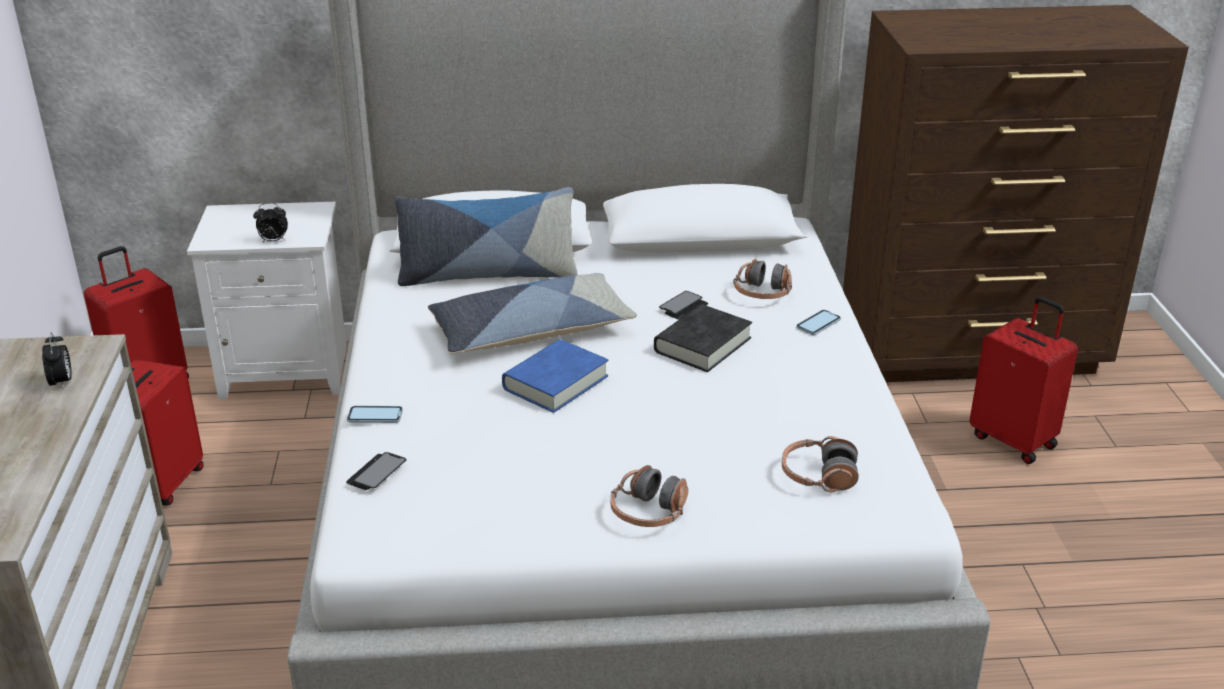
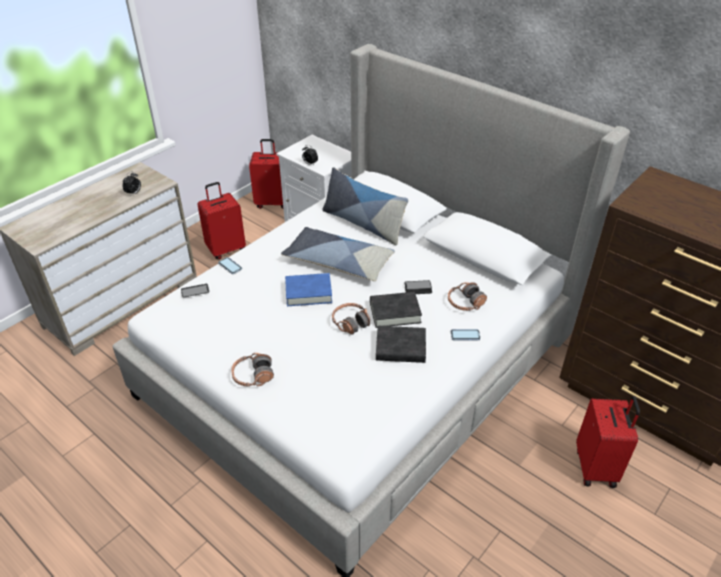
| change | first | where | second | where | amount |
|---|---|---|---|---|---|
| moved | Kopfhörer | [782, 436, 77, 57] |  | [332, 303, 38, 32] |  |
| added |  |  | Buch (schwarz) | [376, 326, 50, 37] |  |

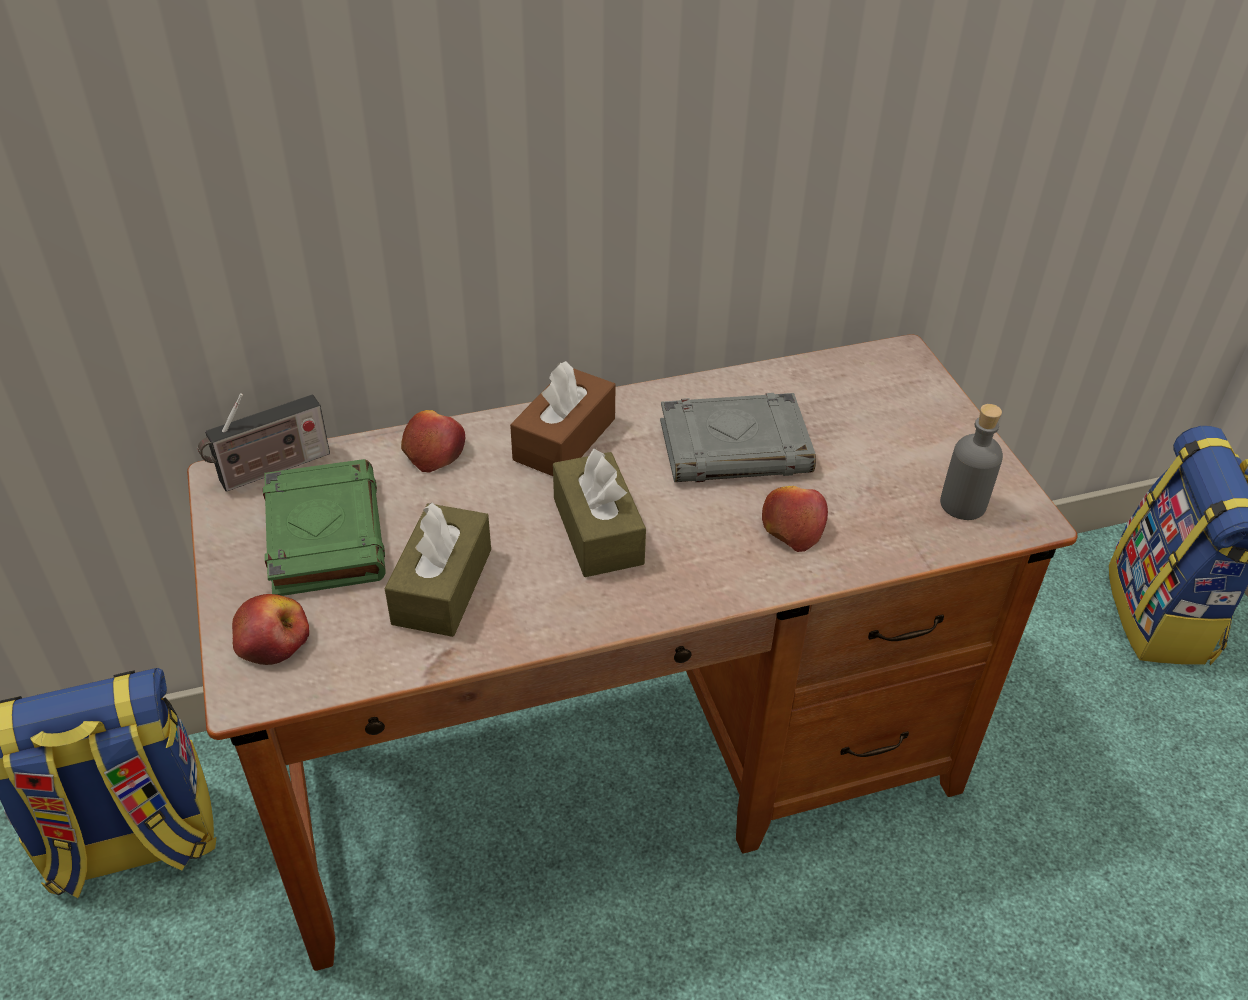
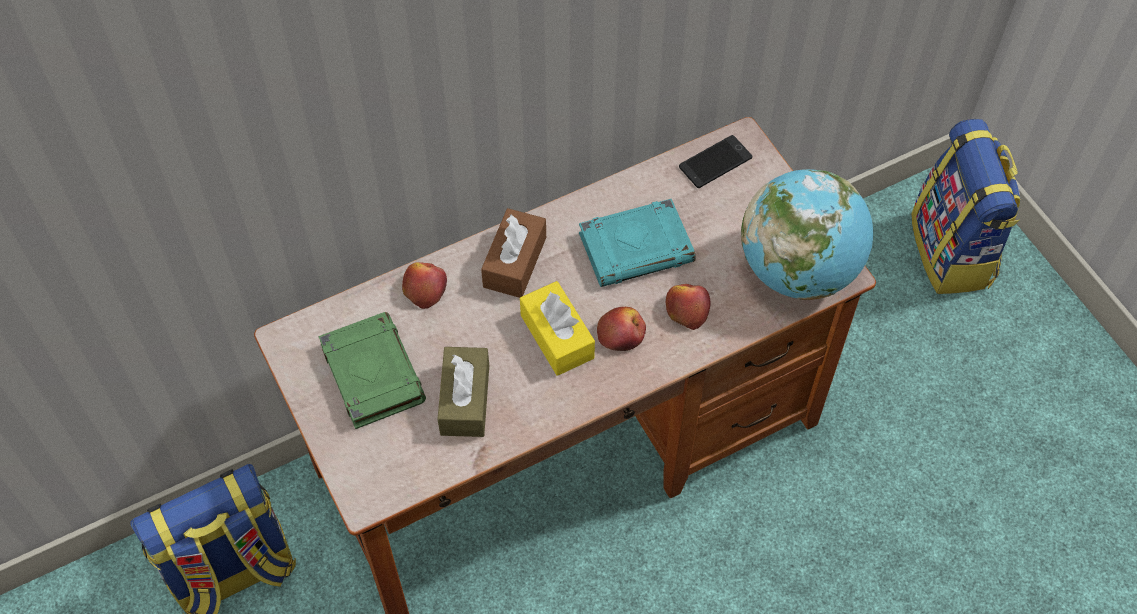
| change | first | where | second | where | amount |
|---|---|---|---|---|---|
| removed | Radio | [198, 393, 132, 99] |  |  |  |
| moved | Apfel | [232, 594, 77, 71] |  | [597, 307, 49, 44] |  |
| recoloured | Taschentuchbox (braun) | [553, 448, 93, 129] | Taschentuchbox (gelb) | [520, 281, 75, 95] |  |
| recoloured | Buch (grau) | [660, 393, 156, 89] | Buch (türkis) | [579, 199, 117, 88] |  |
| replaced | Flasche (grau) | [940, 404, 63, 116] | Globus | [741, 169, 132, 131] |  |
| added |  |  | Handy | [679, 135, 73, 53] |  |

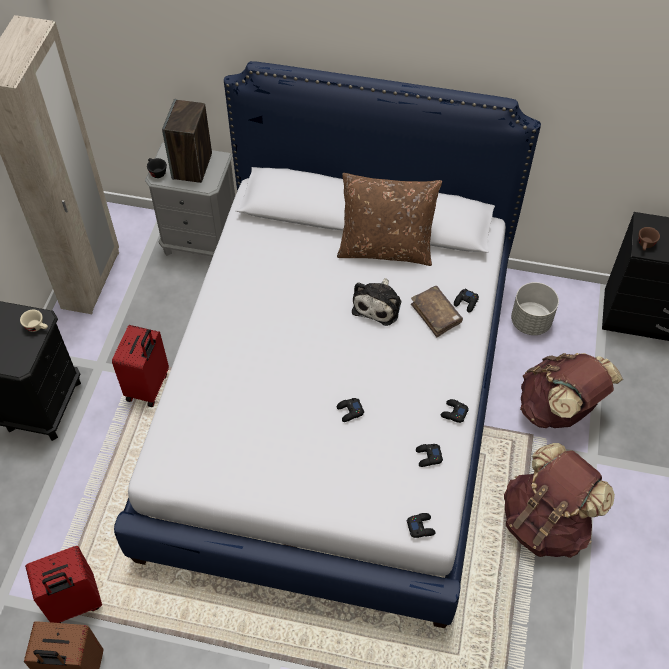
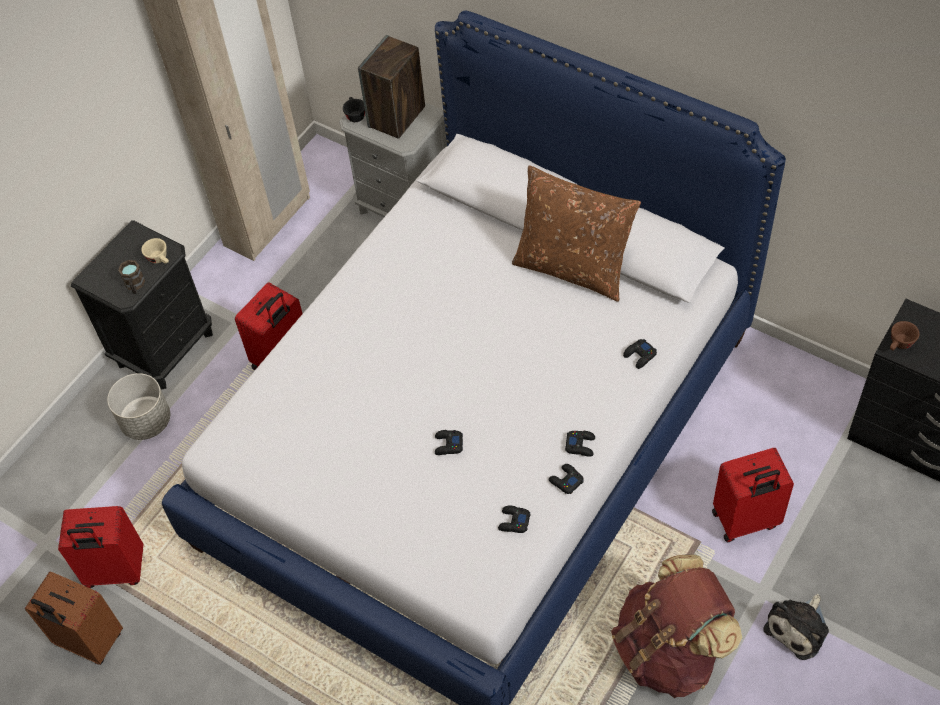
| change | first | where | second | where | amount |
|---|---|---|---|---|---|
| moved | Plüschtier | [352, 278, 49, 48] |  | [763, 594, 66, 66] |  |
| moved | Gamepad (schwarz) | [407, 513, 28, 25] |  | [565, 431, 30, 26] |  |
| removed | Buch (braun) | [411, 286, 52, 51] |  |  |  |
| moved | Pflanzkübel (grau) | [511, 282, 48, 53] |  | [107, 373, 63, 67] |  |
| replaced | Rucksack (braun) | [520, 353, 103, 75] | Koffer (rot) | [712, 448, 82, 94] |  |
| added |  |  | Henkelbecher (braun) | [118, 260, 27, 34] |  |

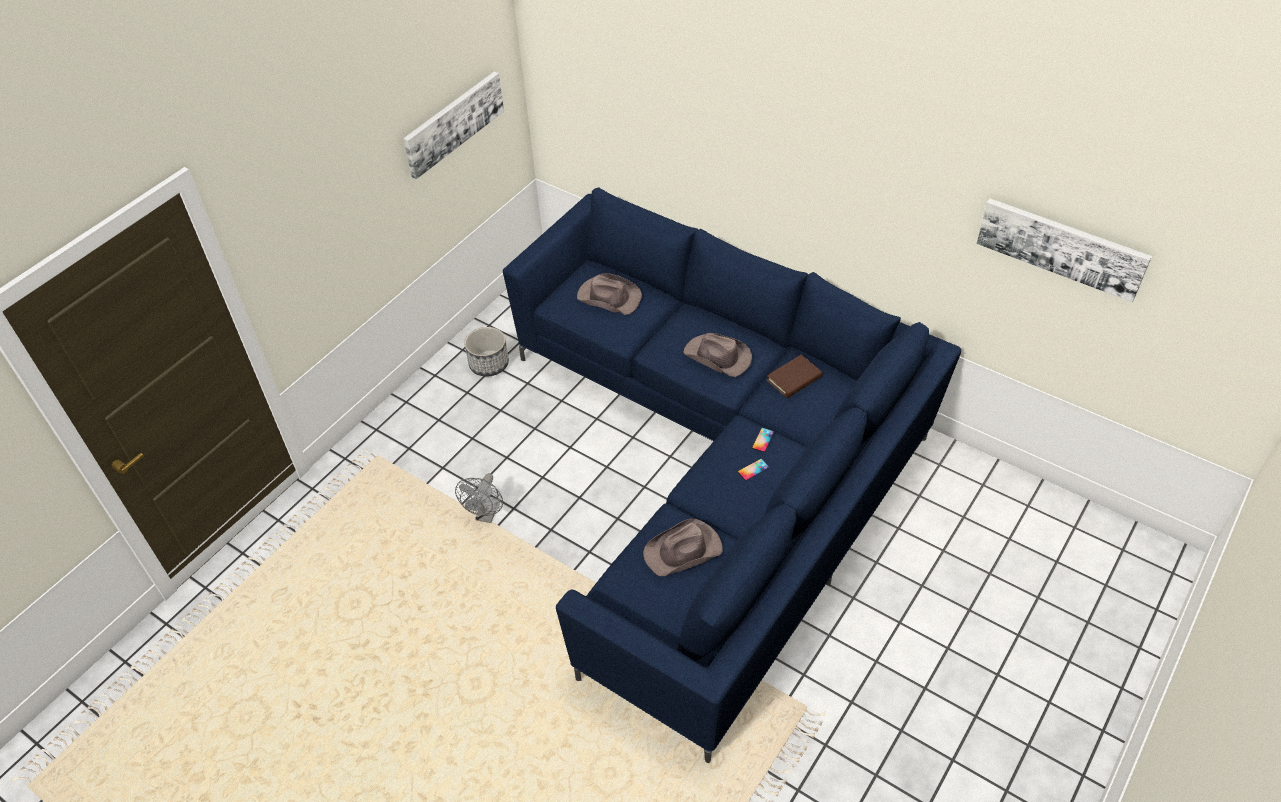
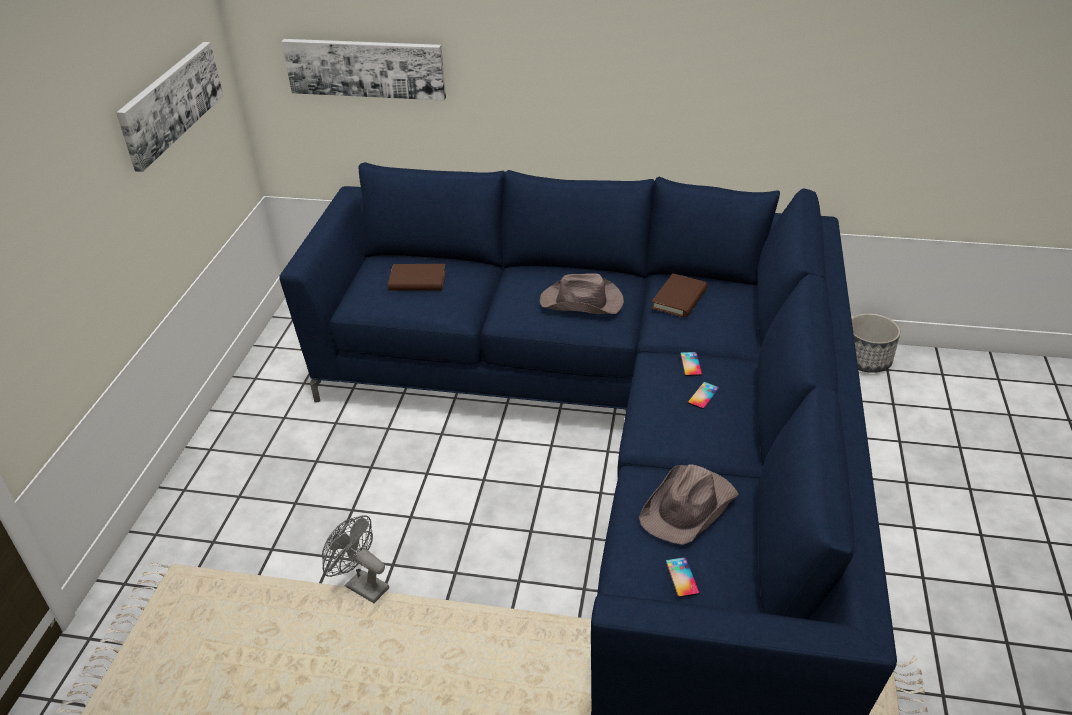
| change | first | where | second | where | amount |
|---|---|---|---|---|---|
| turned | Ventilator (grau) | [455, 473, 48, 50] |  | [322, 515, 67, 88] | 135 degrees clockwise |
| moved | Pflanzkübel | [464, 327, 45, 50] |  | [851, 313, 50, 60] |  |
| replaced | Hut (braun) | [577, 273, 65, 42] | Buch (braun) | [388, 264, 58, 27] |  |
| moved | Bild | [976, 199, 176, 103] |  | [282, 39, 164, 62] |  |
| added |  |  | Handy | [665, 557, 34, 40] |  |

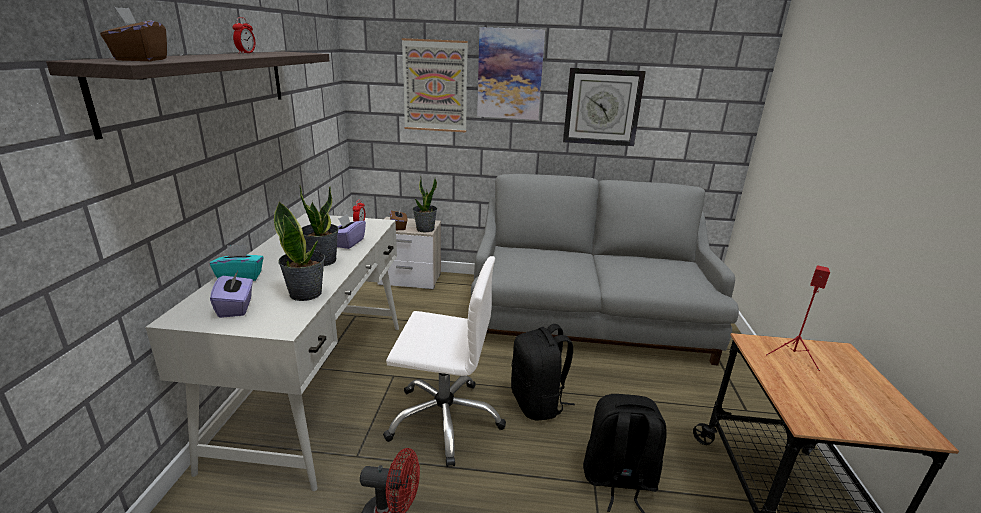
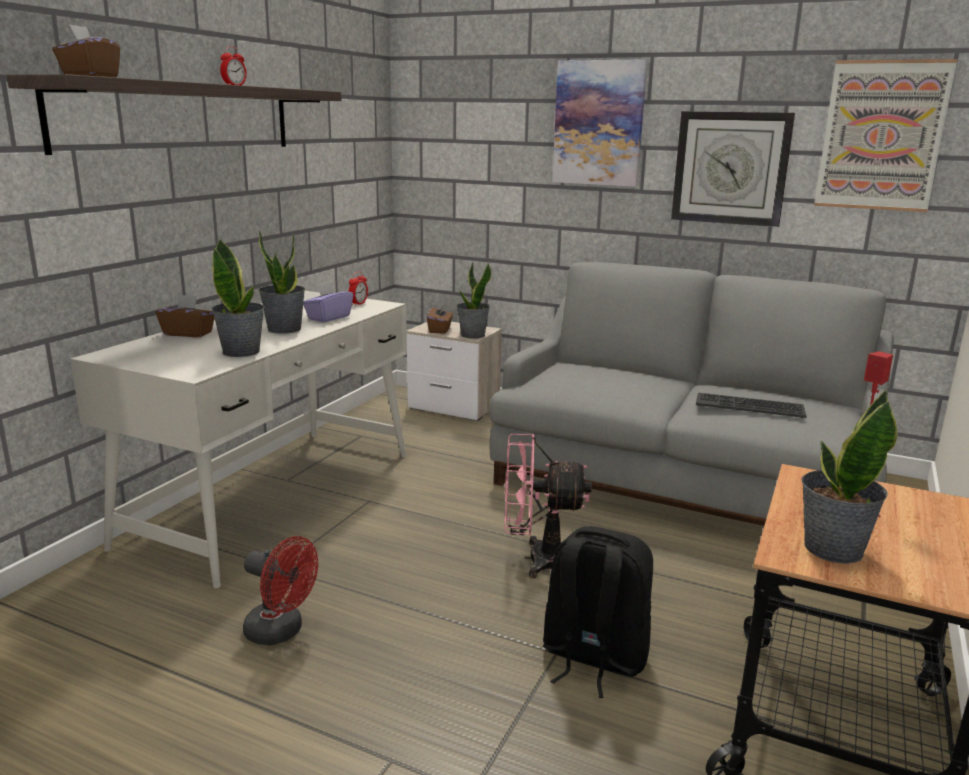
| change | first | where | second | where | amount |
|---|---|---|---|---|---|
| recoloured | Taschentuchbox (türkis) | [210, 245, 54, 36] | Taschentuchbox (braun) | [156, 294, 59, 43] |  |
| removed | Taschentuchbox (lila) | [210, 271, 43, 47] |  |  |  |
| removed | Bürostuhl (weiß) | [383, 256, 123, 211] |  |  |  |
| moved | Bild | [402, 38, 66, 94] |  | [814, 59, 143, 153] |  |
| replaced | Rucksack (schwarz) | [511, 324, 64, 97] | Ventilator (rosa) | [505, 434, 87, 144] |  |
| added |  |  | Tastatur | [696, 393, 111, 25] |  |
| added |  |  | Topfpflanze | [801, 390, 97, 174] |  |

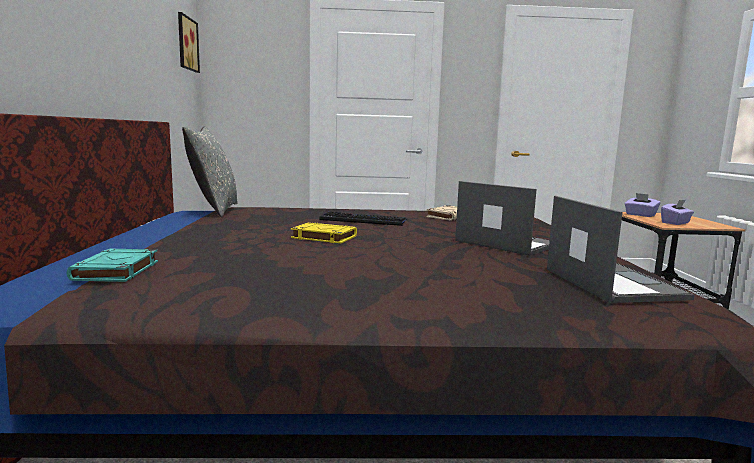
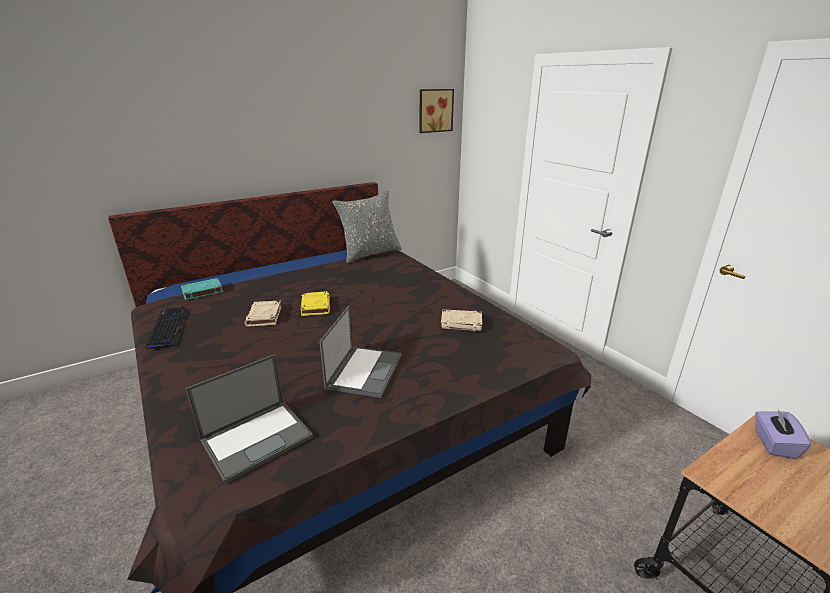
| change | first | where | second | where | amount |
|---|---|---|---|---|---|
| moved | Tastatur | [319, 211, 88, 15] |  | [145, 307, 42, 43] |  |
| removed | Taschentuchbox (lila) | [661, 200, 33, 25] |  |  |  |
| added |  |  | Buch (beige) | [245, 301, 37, 26] |  |

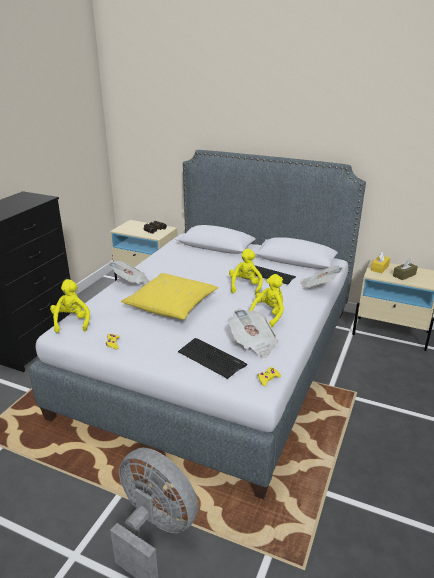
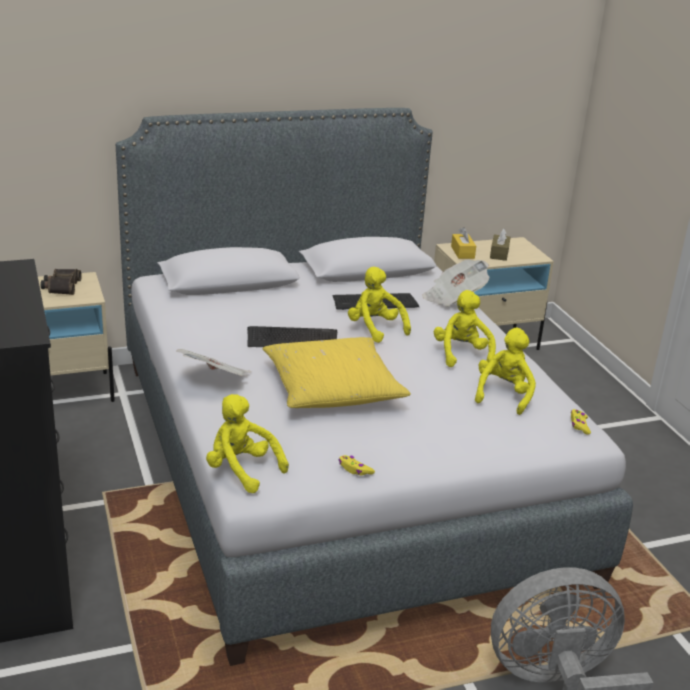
| change | first | where | second | where | amount |
|---|---|---|---|---|---|
| moved | Tastatur | [178, 338, 69, 41] |  | [247, 326, 90, 21] |  |
| replaced | Zeitung | [229, 309, 50, 49] | Plüschtier (gelb) | [475, 327, 61, 88] |  |

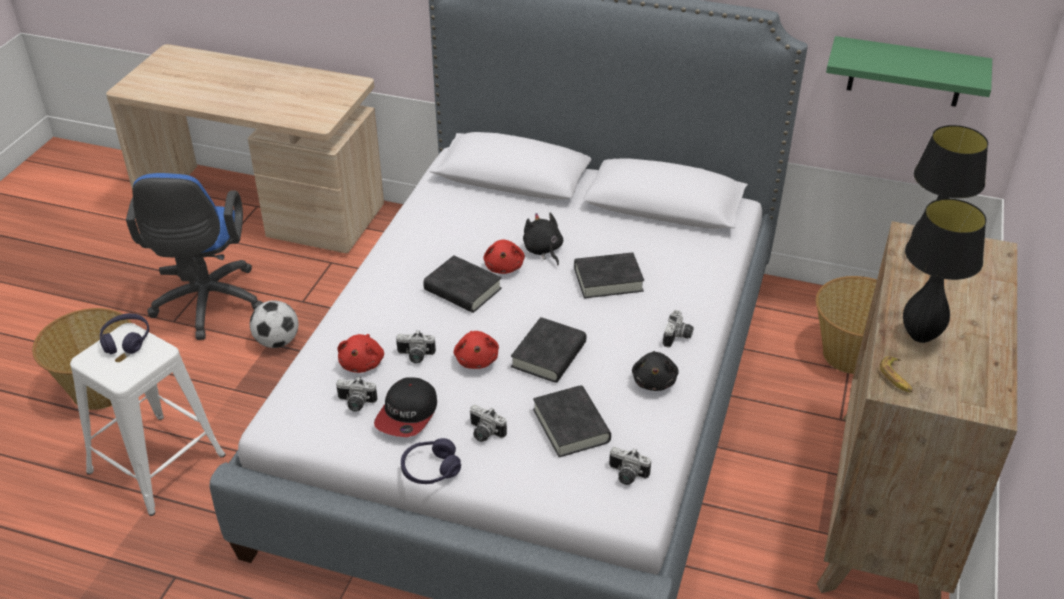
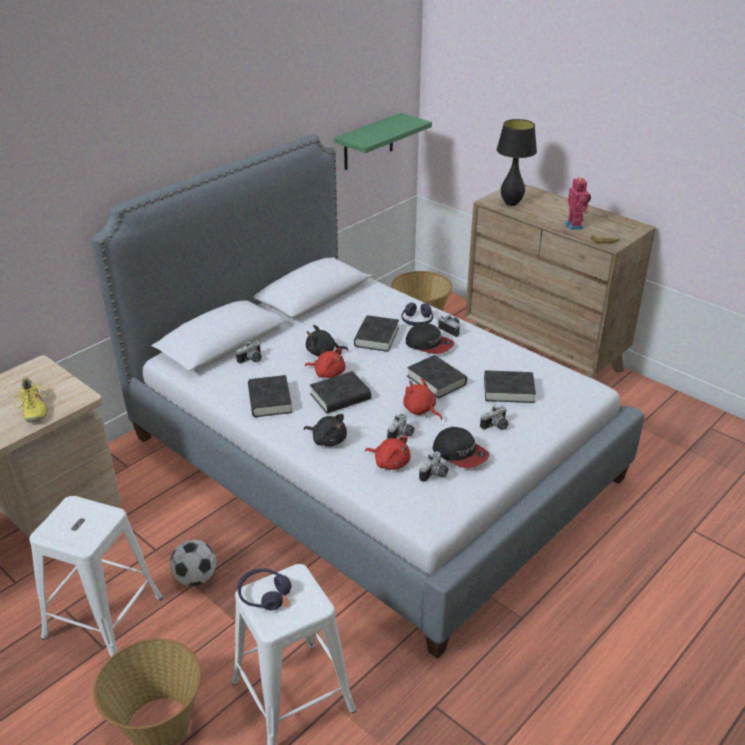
| change | first | where | second | where | amount |
|---|---|---|---|---|---|
| replaced | Bürostuhl (blau) | [126, 173, 137, 167] | Hocker (weiß) | [29, 496, 134, 160] |  |
| moved | Kopfhörer (lila) | [401, 438, 60, 46] |  | [401, 302, 32, 24] |  |
| turned | Plüschtier (rot) | [454, 331, 45, 38] |  | [403, 378, 39, 42] | 150 degrees counterclockwise |
| moved | Kamera | [609, 447, 42, 38] |  | [236, 341, 26, 23] |  |
| moved | Plüschtier (schwarz) | [632, 351, 47, 40] |  | [304, 414, 43, 33] |  |
| replaced | Tischlampe (schwarz) | [903, 198, 83, 145] | Spielzeugroboter | [565, 176, 26, 54] |  |
| added |  |  | Schuh (gelb) | [8, 377, 41, 46] |  |
| added |  |  | Buch (schwarz) | [248, 375, 44, 42] |  |
| added |  |  | Kappe | [406, 323, 49, 31] |  |

